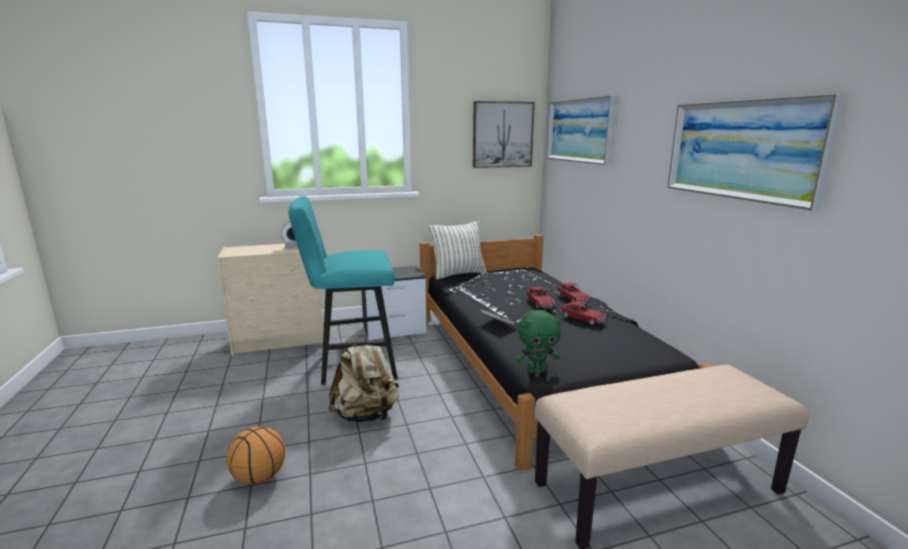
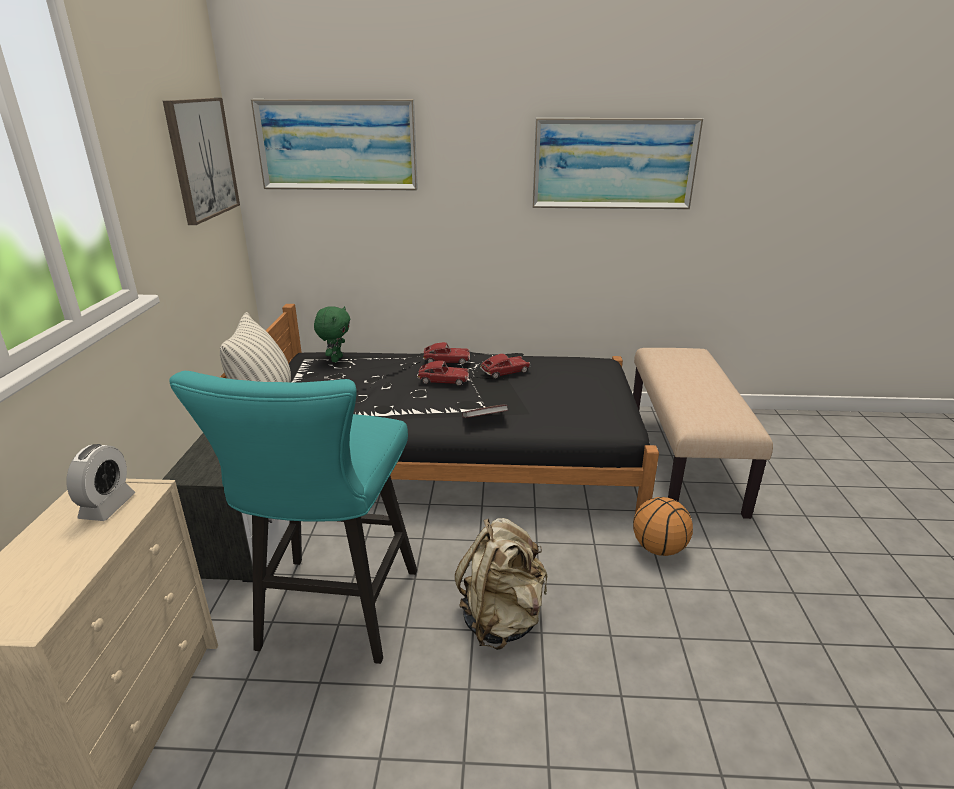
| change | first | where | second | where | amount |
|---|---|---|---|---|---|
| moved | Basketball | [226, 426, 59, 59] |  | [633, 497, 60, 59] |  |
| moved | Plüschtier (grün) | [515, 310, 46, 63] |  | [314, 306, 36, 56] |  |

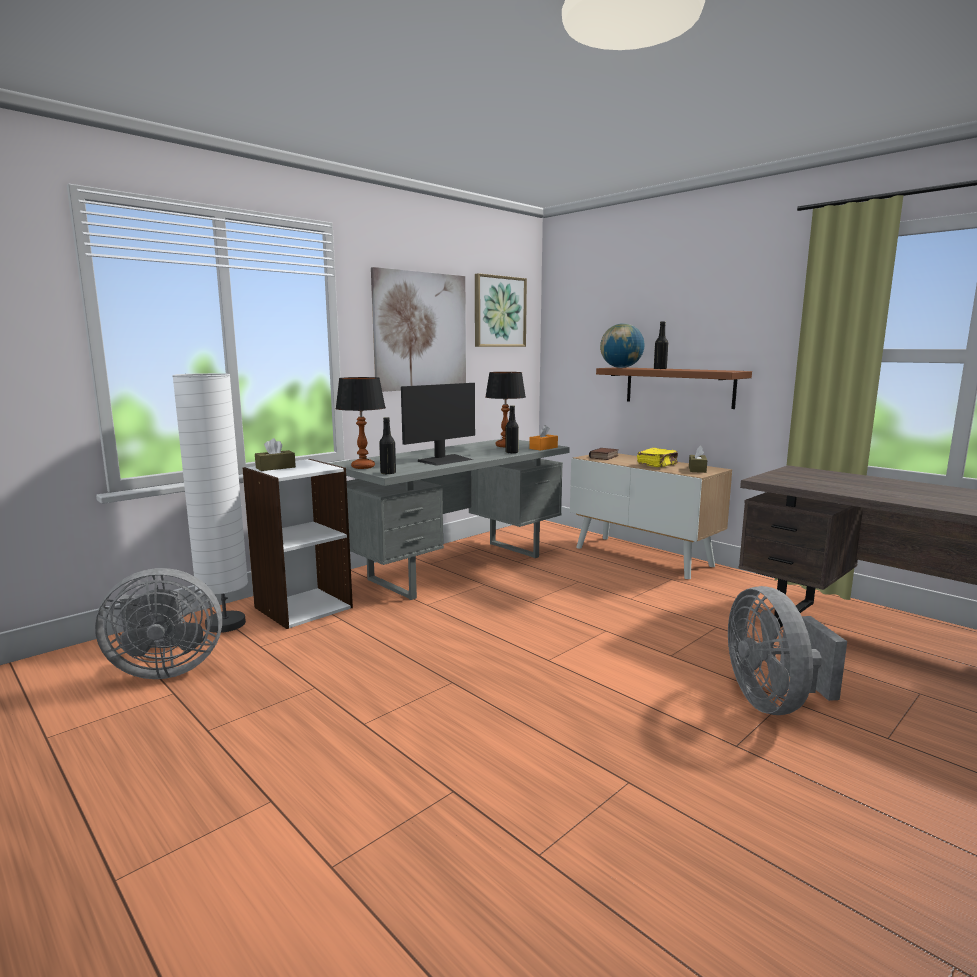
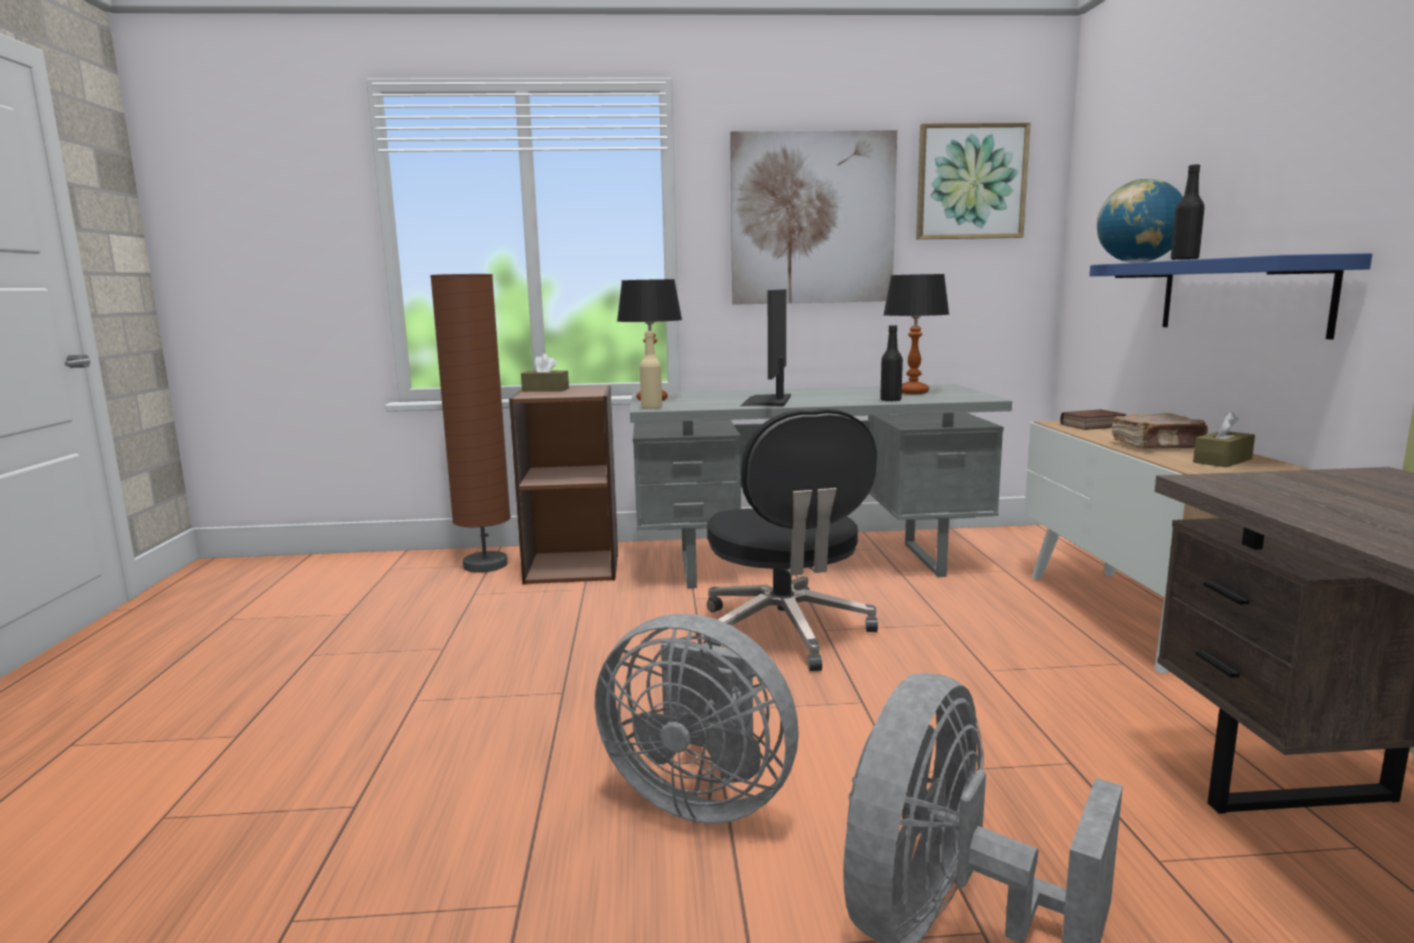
| change | first | where | second | where | amount |
|---|---|---|---|---|---|
| moved | Ventilator (grau) | [95, 568, 127, 111] |  | [595, 614, 204, 210] |  |
| recoloured | Stehlampe (weiß) | [172, 373, 76, 260] | Stehlampe (braun) | [430, 274, 81, 298] |  |
| recoloured | Bücherregal (weiß) | [243, 459, 110, 170] | Bücherregal (braun) | [509, 385, 109, 199] |  |
| recoloured | Flasche (schwarz) | [379, 417, 17, 57] | Flasche (beige) | [640, 331, 22, 78] |  |
| turned | Monitor | [401, 383, 74, 83] |  | [741, 289, 50, 117] | 105 degrees clockwise |
| removed | Taschentuchbox (orange) | [529, 425, 29, 26] |  |  |  |
| recoloured | Wandregal (braun) | [596, 367, 156, 42] | Wandregal (blau) | [1089, 253, 283, 86] |  |
| recoloured | Buch (gelb) | [637, 448, 41, 19] | Buch (braun) | [1112, 413, 96, 36] |  |
| added |  |  | Bürostuhl (schwarz) | [703, 409, 175, 262] |  |

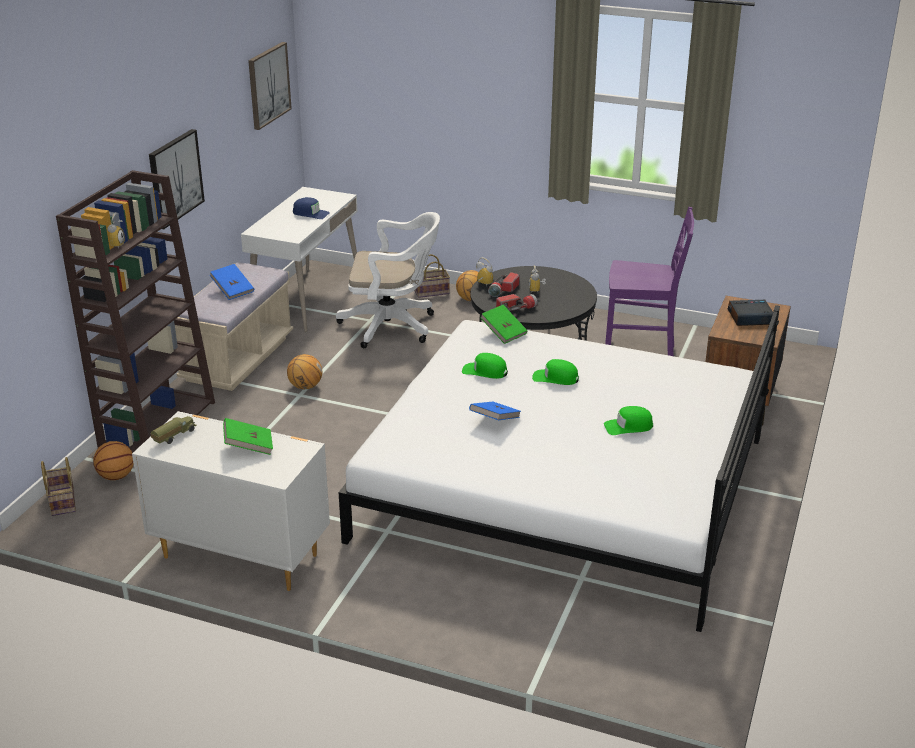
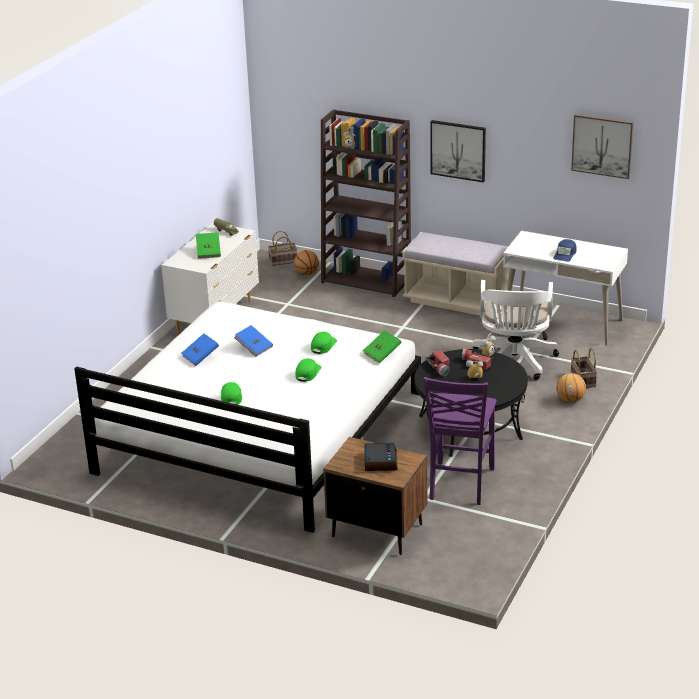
| change | first | where | second | where | amount |
|---|---|---|---|---|---|
| moved | Buch (blau) | [210, 264, 44, 36] |  | [181, 334, 38, 32] |  |
| removed | Basketball | [287, 354, 35, 35] |  |  |  |

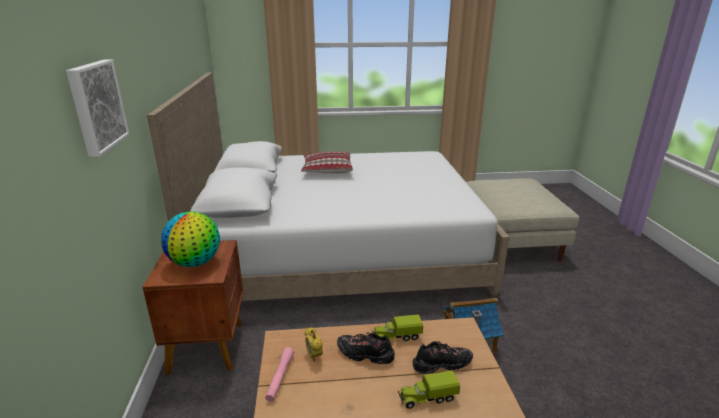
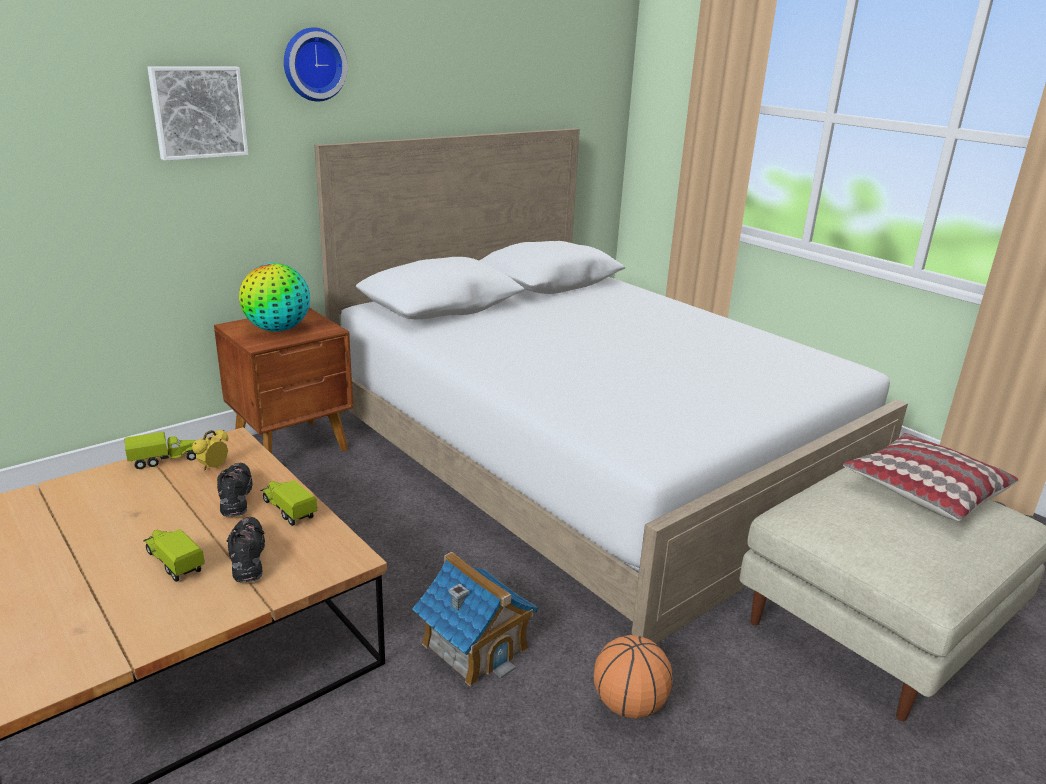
| change | first | where | second | where | amount |
|---|---|---|---|---|---|
| replaced | Taschenlampe (rosa) | [265, 347, 29, 55] | Spielzeuglaster | [125, 432, 71, 37] |  |
| moved | Kissen | [301, 151, 52, 22] |  | [843, 433, 175, 88] |  |
| turned | Schuh (schwarz) | [413, 341, 60, 33] |  | [227, 517, 38, 65] | 150 degrees counterclockwise |
| added |  |  | Wanduhr | [284, 28, 64, 74] |  |
| added |  |  | Basketball | [594, 635, 78, 84] |  |

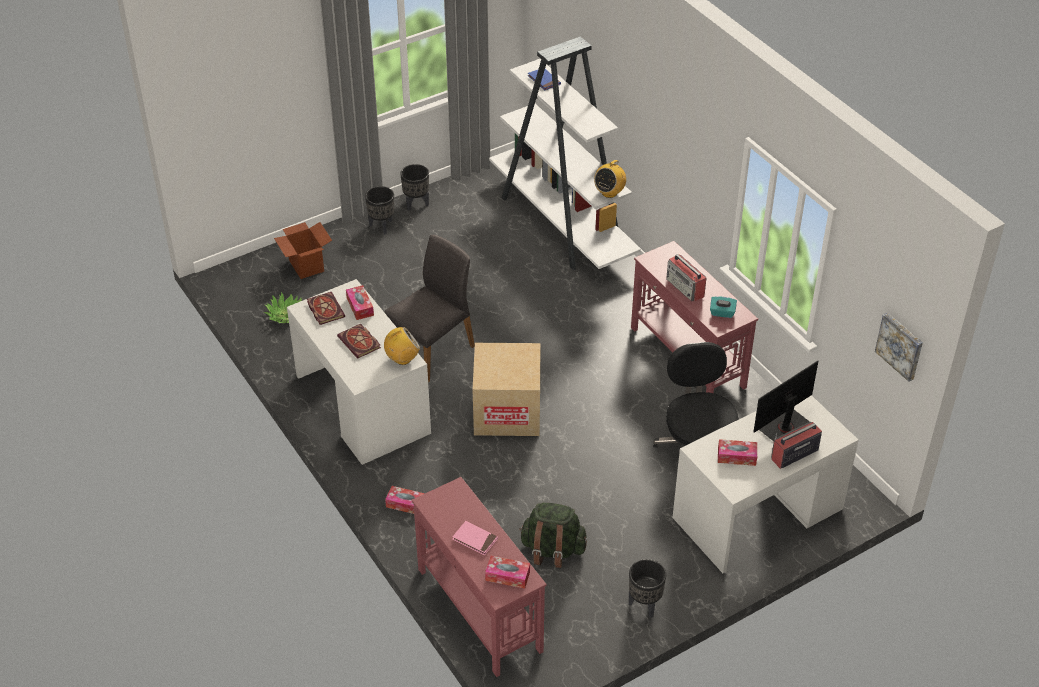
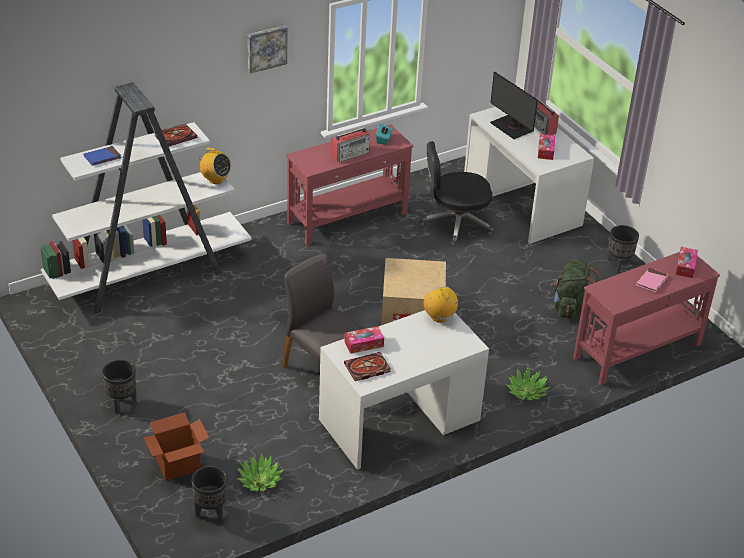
| change | first | where | second | where | amount |
|---|---|---|---|---|---|
| moved | Buch | [337, 324, 44, 35] |  | [155, 123, 42, 24] |  |
| replaced | Taschentuchbox | [385, 486, 40, 28] | Topfpflanze | [506, 367, 44, 34] |  |
| moved | Pflanzkübel (schwarz) | [400, 164, 29, 47] |  | [191, 466, 36, 56] |  |
| moved | Bild | [875, 313, 48, 69] |  | [248, 25, 39, 49] |  |

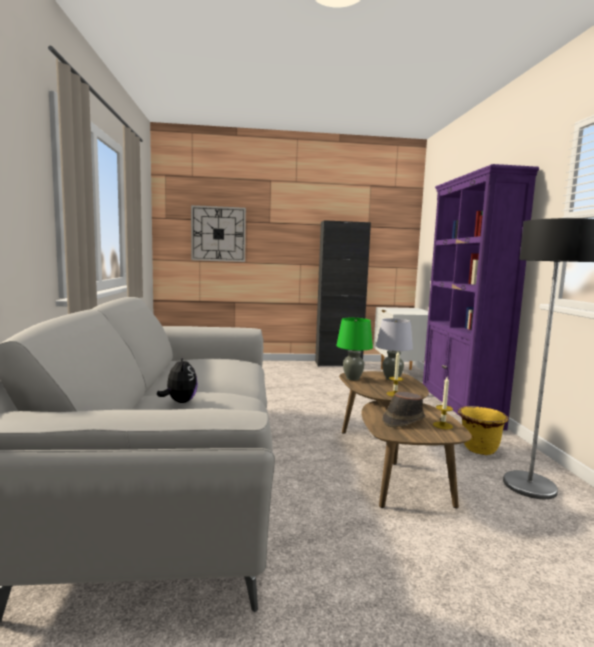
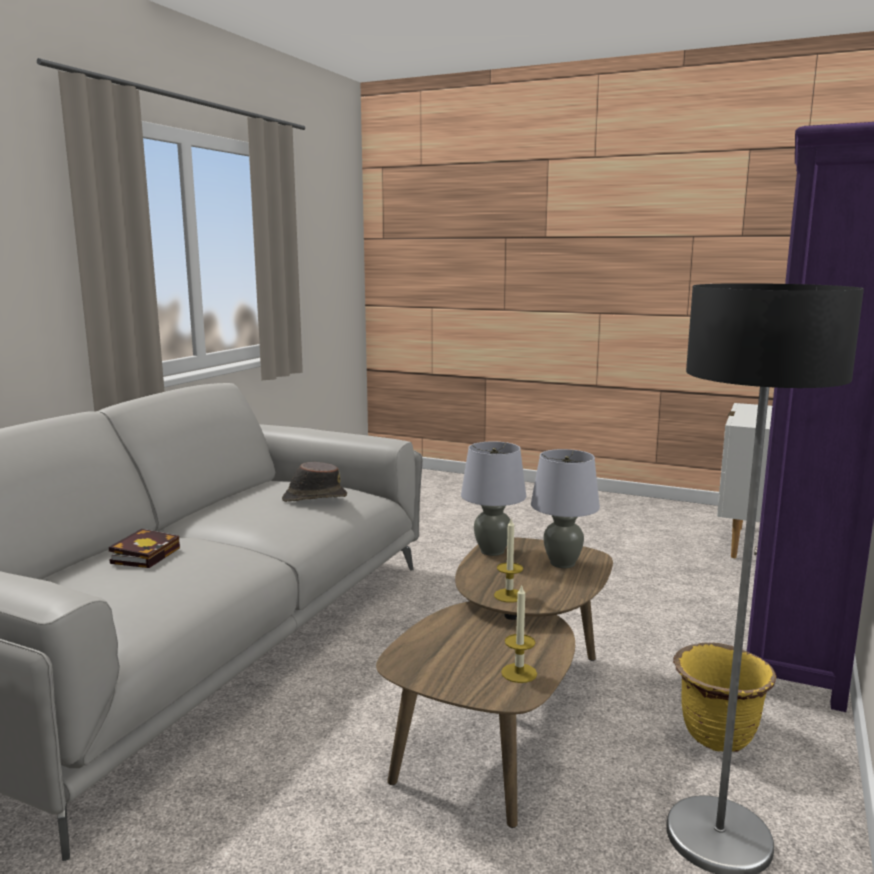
| change | first | where | second | where | amount |
|---|---|---|---|---|---|
| replaced | Plüschtier | [157, 356, 41, 47] | Buch | [109, 529, 71, 39] |  |
| removed | Wanduhr | [191, 205, 55, 57] |  |  |  |
| removed | Schrank (schwarz) | [315, 220, 56, 146] |  |  |  |
| recoloured | Tischlampe (grün) | [336, 318, 37, 62] | Tischlampe (grau) | [461, 442, 65, 114] |  |
| moved | Hut (braun) | [382, 392, 44, 35] |  | [282, 462, 65, 40] |  |

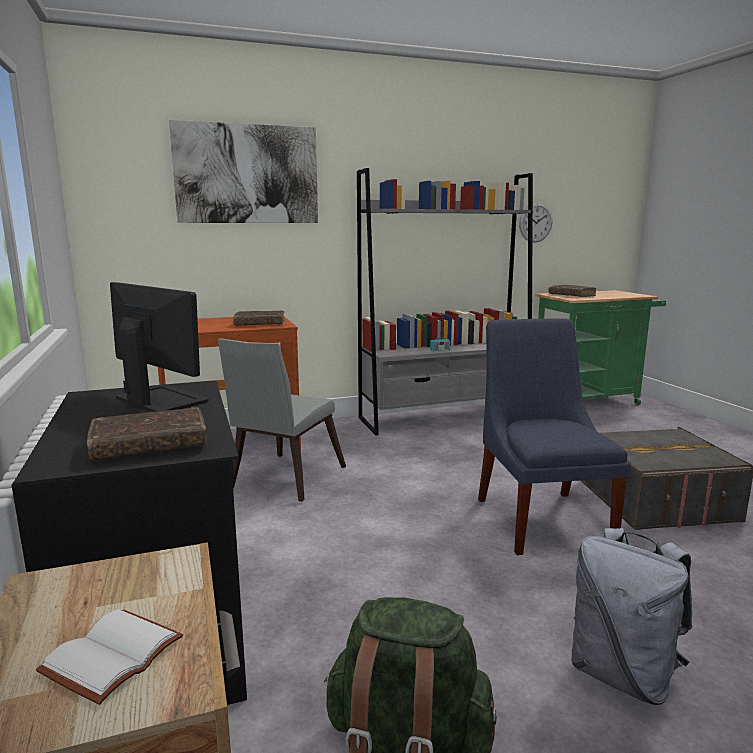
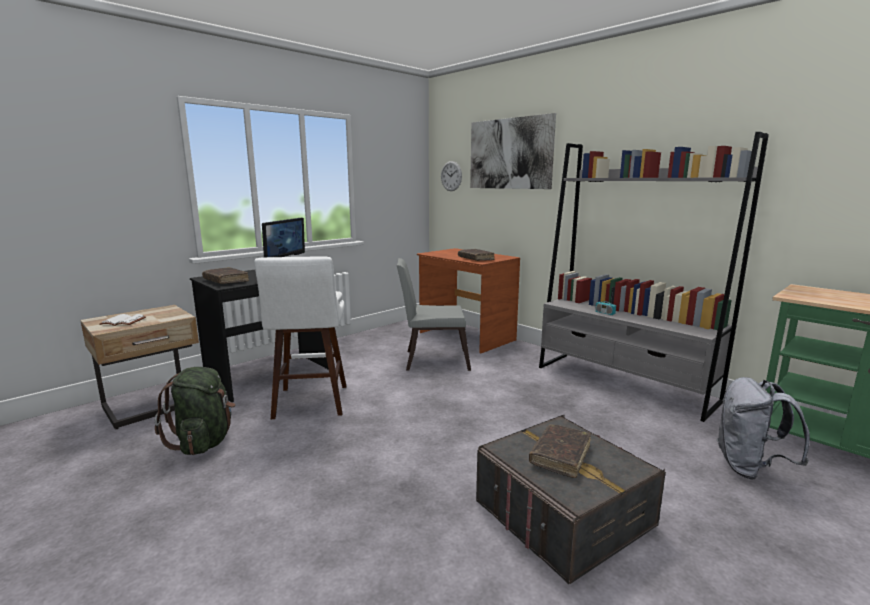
| change | first | where | second | where | amount |
|---|---|---|---|---|---|
| removed | Stuhl (blau) | [478, 318, 153, 237] |  |  |  |
| moved | Wanduhr | [519, 203, 34, 40] |  | [441, 161, 21, 30] |  |
| moved | Buch (braun) | [548, 284, 48, 13] |  | [529, 425, 62, 53] |  |
| moved | Rucksack (grau) | [571, 528, 121, 177] |  | [717, 377, 93, 102] |  |
| added |  |  | Hocker (weiß) | [254, 256, 92, 163] |  |

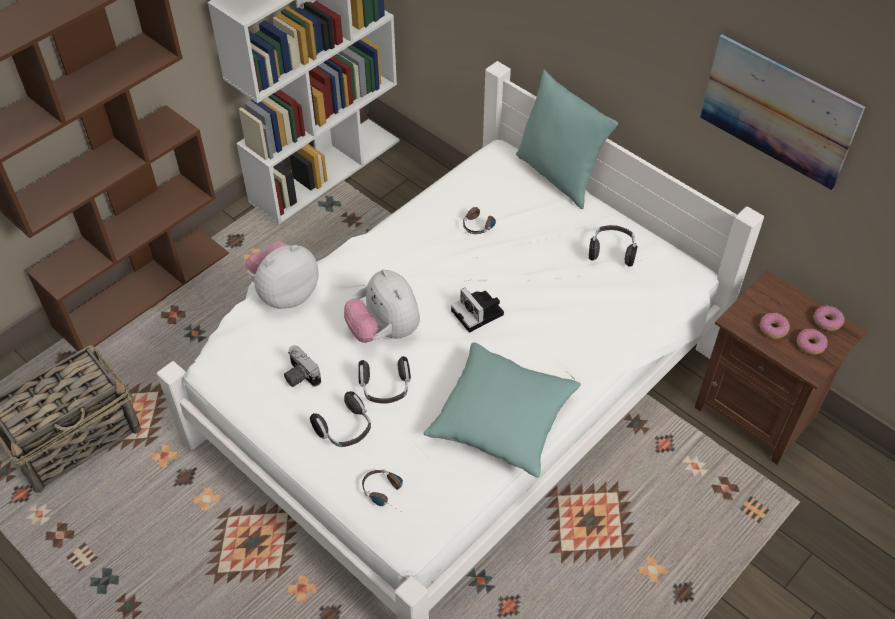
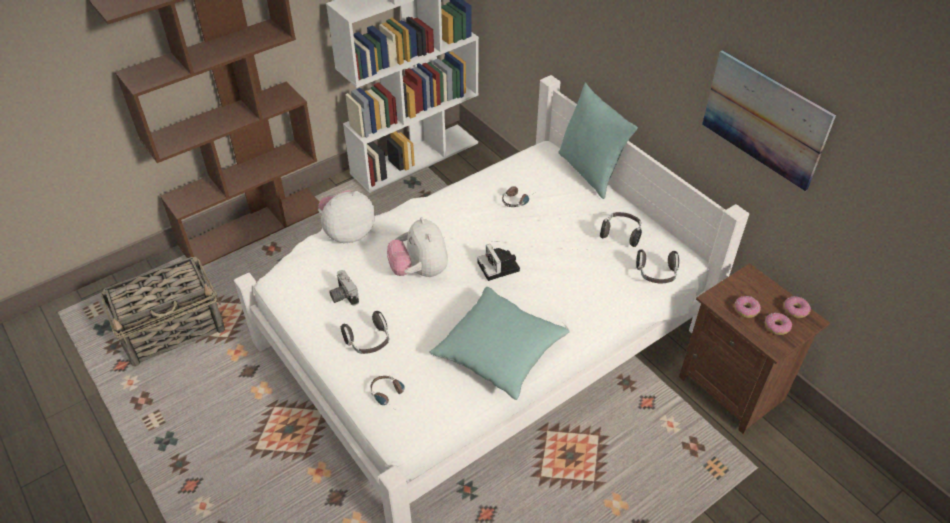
| change | first | where | second | where | amount |
|---|---|---|---|---|---|
| moved | Kopfhörer | [358, 356, 53, 48] |  | [636, 249, 43, 35] |  |

